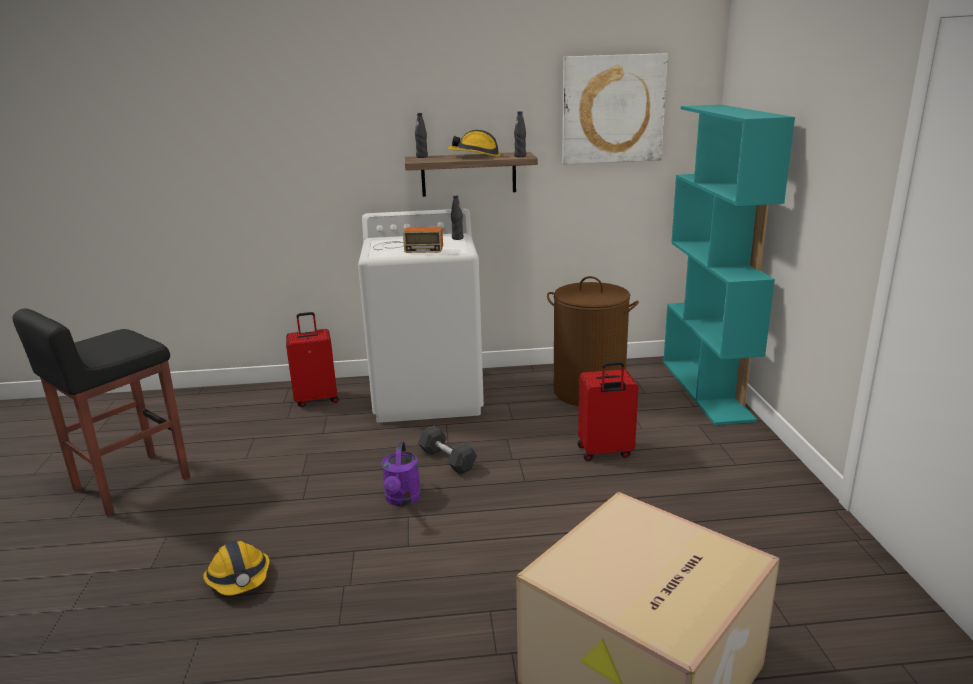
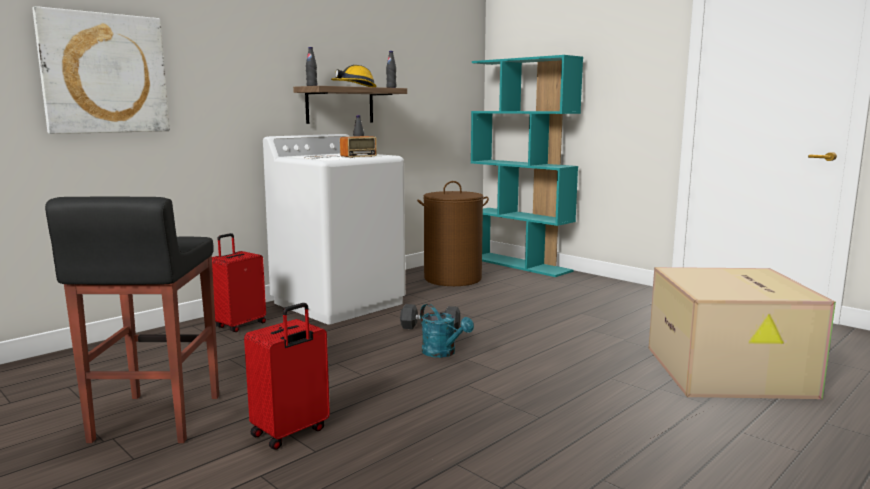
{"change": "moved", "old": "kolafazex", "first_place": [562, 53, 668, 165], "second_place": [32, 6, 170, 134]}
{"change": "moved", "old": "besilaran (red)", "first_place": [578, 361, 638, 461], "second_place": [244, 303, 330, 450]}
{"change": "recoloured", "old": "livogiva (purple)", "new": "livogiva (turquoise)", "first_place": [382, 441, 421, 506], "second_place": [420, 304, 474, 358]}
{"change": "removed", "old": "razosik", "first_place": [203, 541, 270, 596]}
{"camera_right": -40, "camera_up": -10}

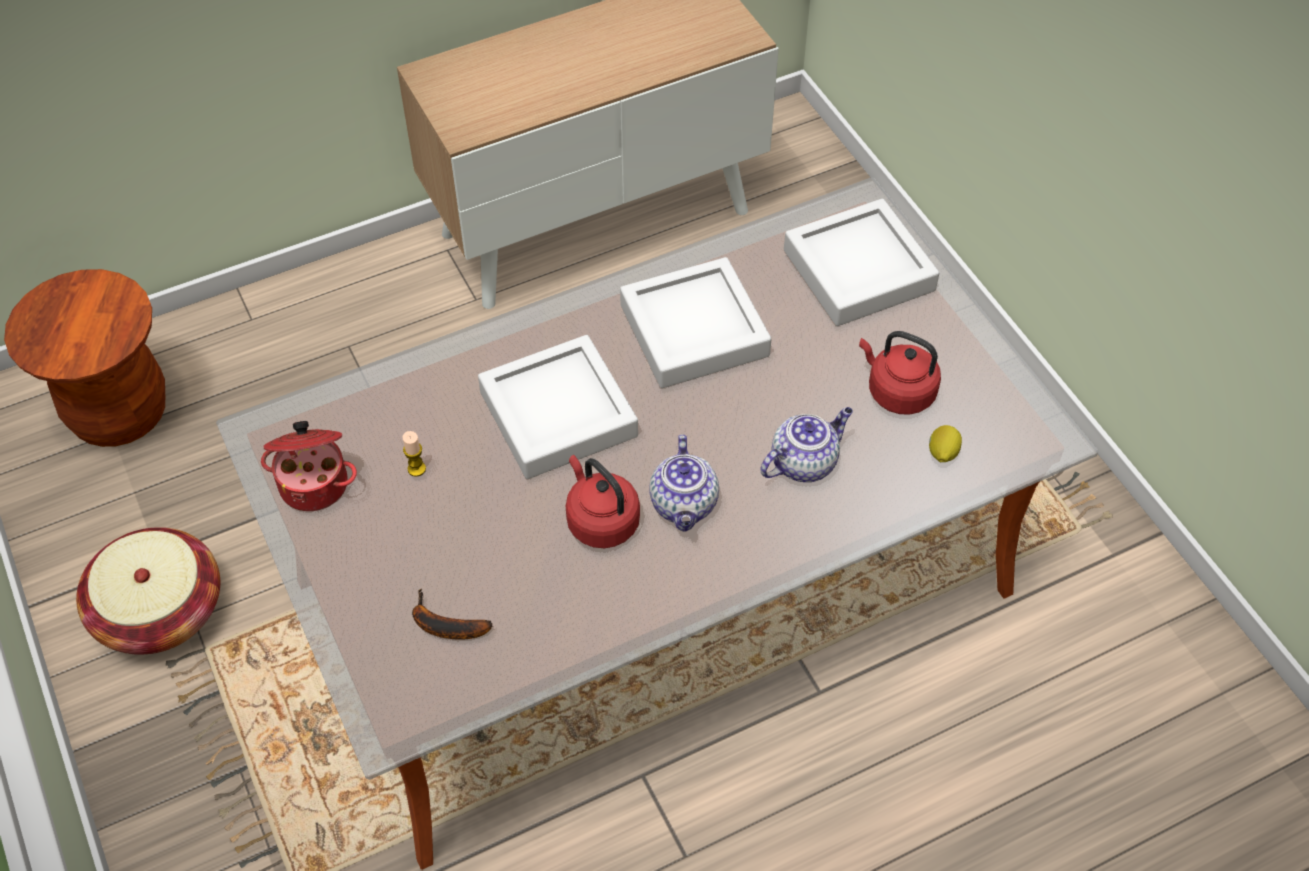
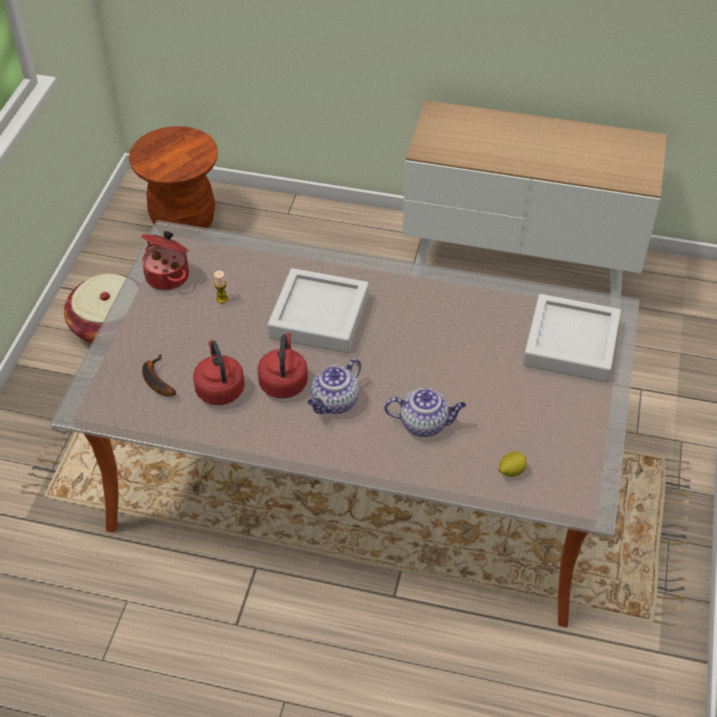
{"change": "removed", "old": "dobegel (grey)", "first_place": [620, 257, 771, 388]}
{"change": "moved", "old": "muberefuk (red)", "first_place": [859, 331, 941, 415], "second_place": [193, 340, 245, 405]}
{"camera_right": 40, "camera_up": -5}

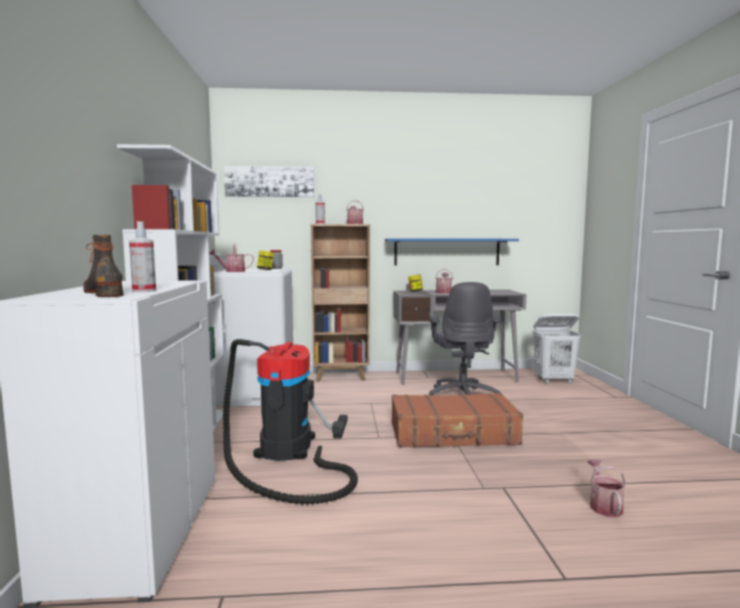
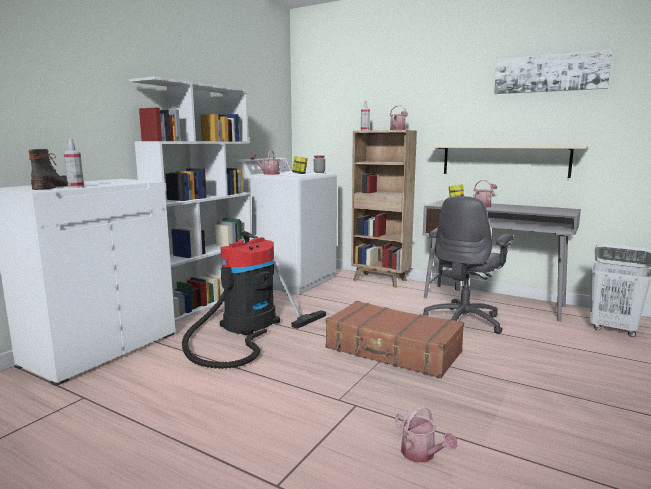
{"change": "moved", "old": "kolafazex", "first_place": [224, 166, 314, 197], "second_place": [494, 49, 613, 94]}
{"change": "recoloured", "old": "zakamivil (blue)", "new": "zakamivil (beige)", "first_place": [385, 239, 519, 266], "second_place": [426, 145, 588, 178]}
{"change": "turned", "old": "livogiva", "first_place": [588, 459, 626, 517], "second_place": [395, 406, 458, 463], "degrees": 105}
{"camera_right": 35, "camera_up": 5}

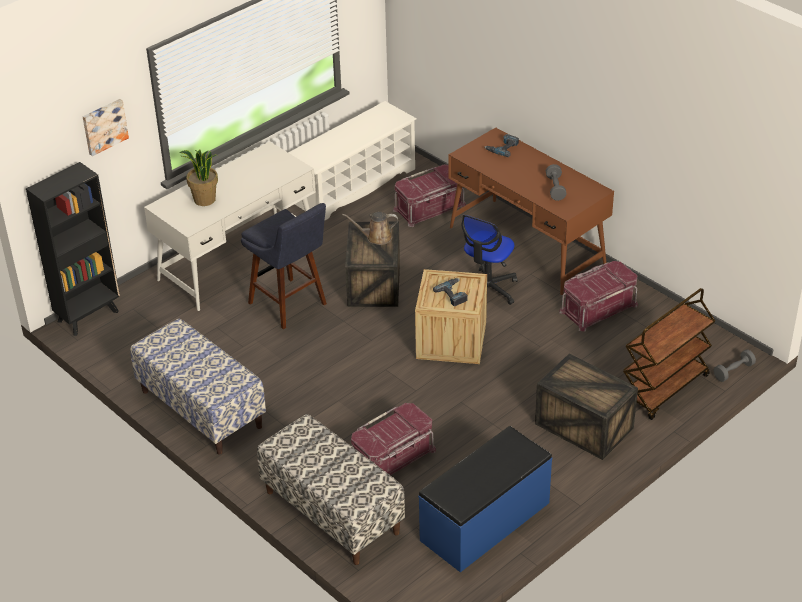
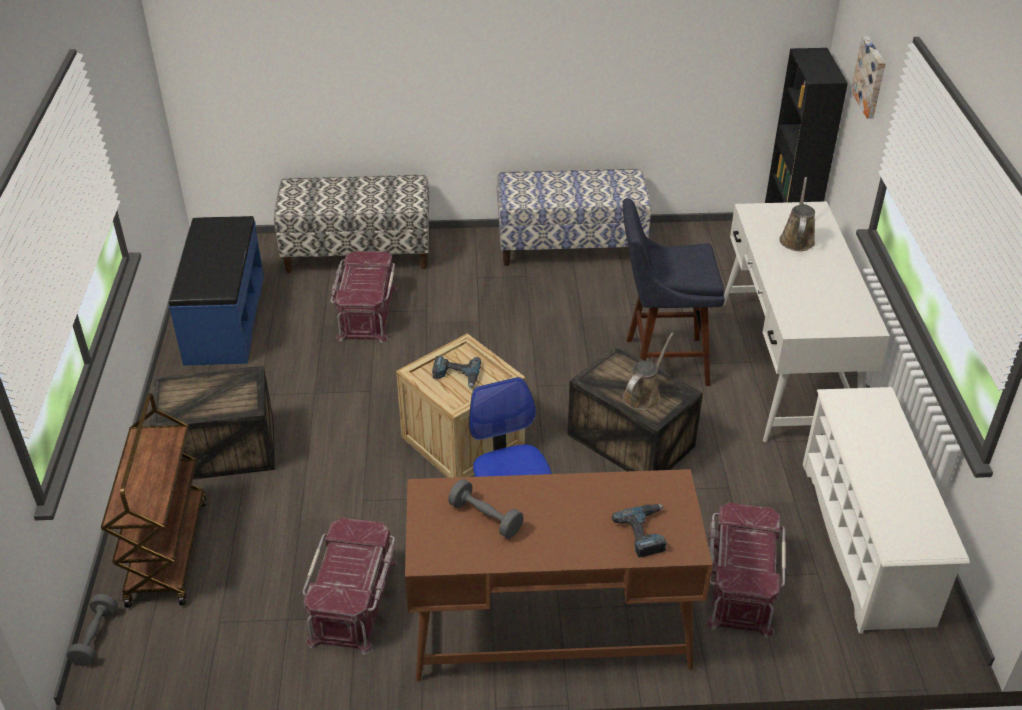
{"change": "replaced", "old": "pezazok", "new": "livogiva (brown)", "first_place": [180, 150, 218, 206], "second_place": [779, 177, 815, 251]}
{"camera_right": 130, "camera_up": 0}

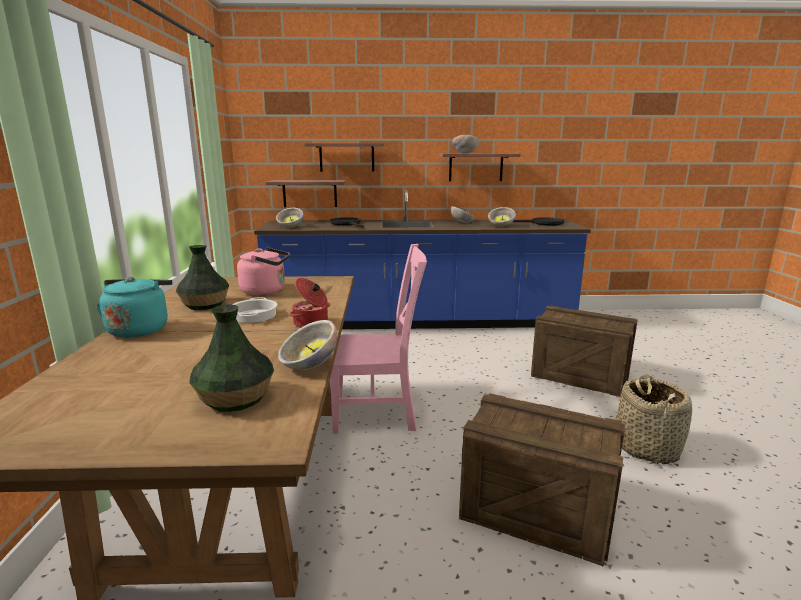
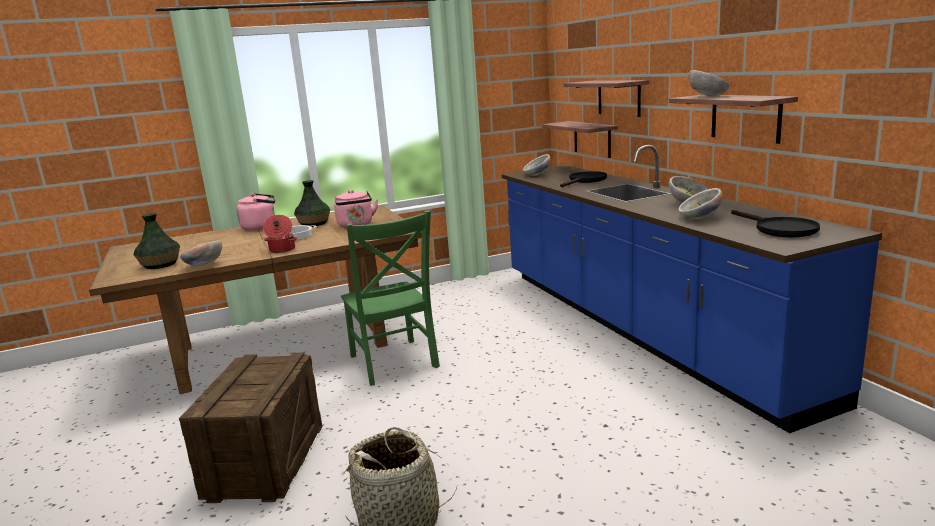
{"change": "recoloured", "old": "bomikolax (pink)", "new": "bomikolax (green)", "first_place": [330, 244, 427, 434], "second_place": [341, 210, 440, 386]}
{"change": "recoloured", "old": "muberefuk (turquoise)", "new": "muberefuk (pink)", "first_place": [97, 277, 172, 338], "second_place": [237, 193, 275, 230]}
{"change": "removed", "old": "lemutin", "first_place": [531, 306, 638, 397]}
{"camera_right": 70, "camera_up": 0}

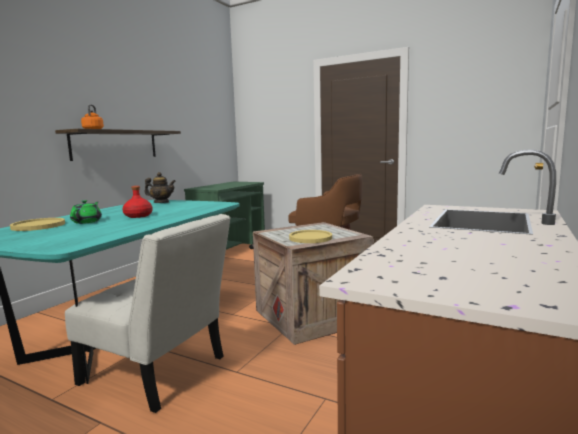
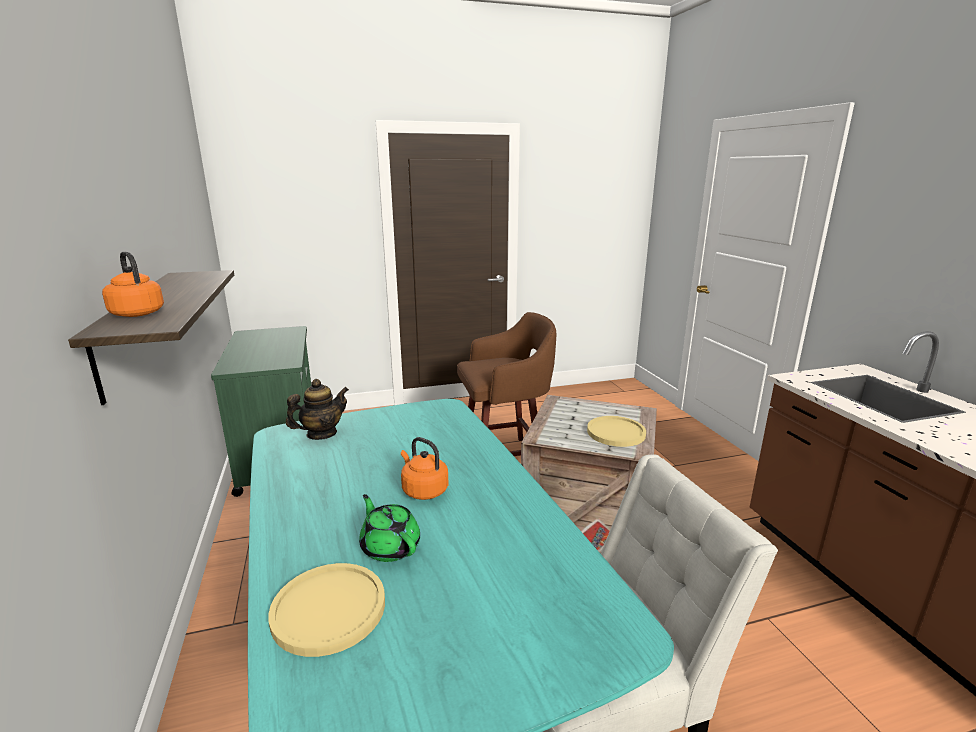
{"change": "replaced", "old": "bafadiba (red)", "new": "muberefuk (orange)", "first_place": [123, 186, 153, 218], "second_place": [401, 437, 449, 500]}
{"camera_right": -45, "camera_up": 10}

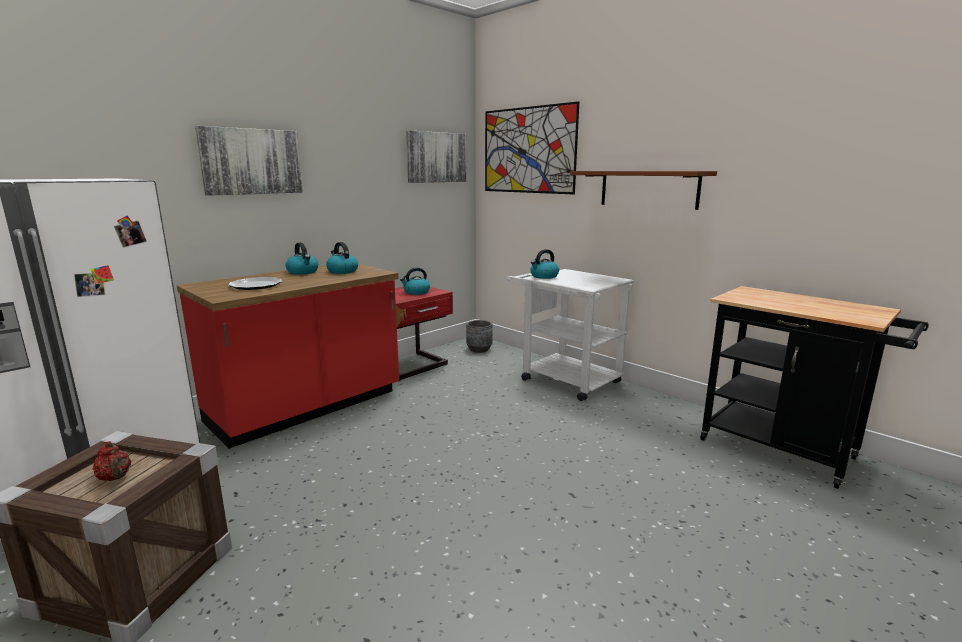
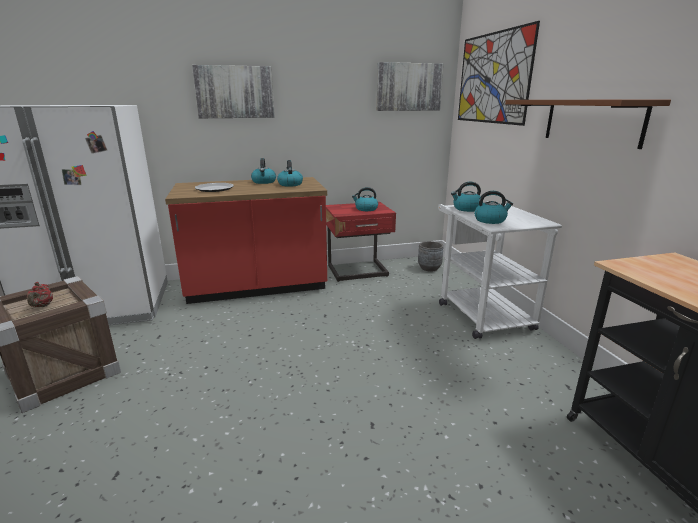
{"change": "added", "new": "muberefuk", "second_place": [474, 191, 513, 224]}
{"camera_right": 30, "camera_up": 5}

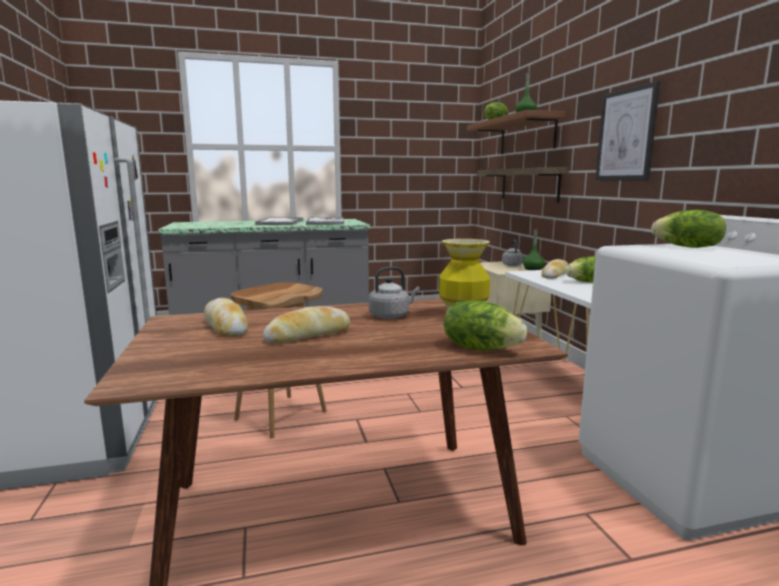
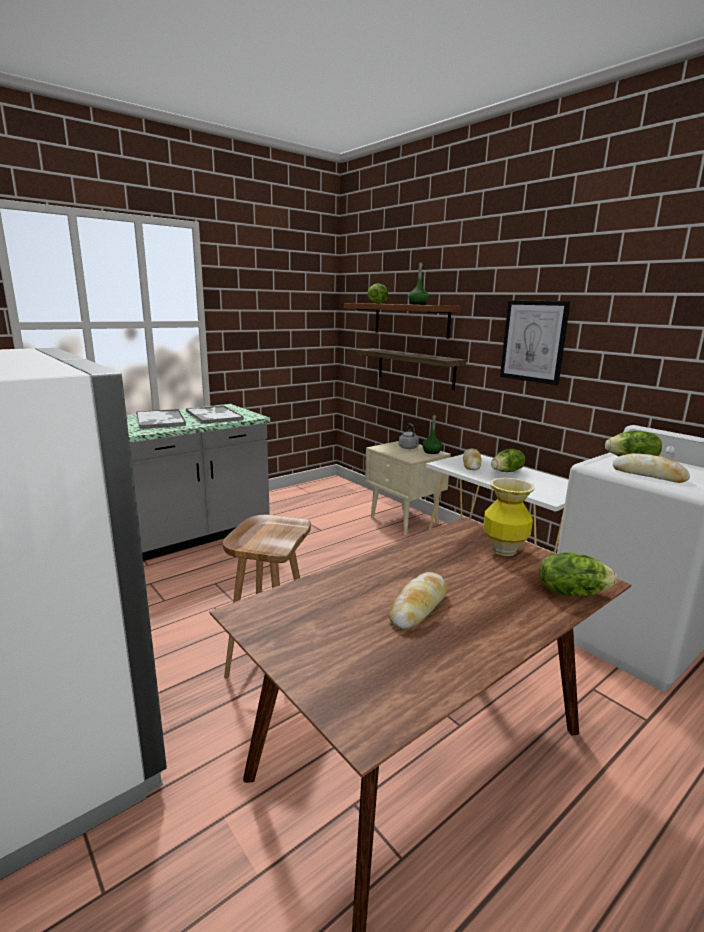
{"change": "removed", "old": "muberefuk (grey)", "first_place": [369, 267, 420, 319]}
{"change": "moved", "old": "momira", "first_place": [204, 298, 248, 337], "second_place": [613, 453, 690, 483]}
{"camera_right": -25, "camera_up": 5}

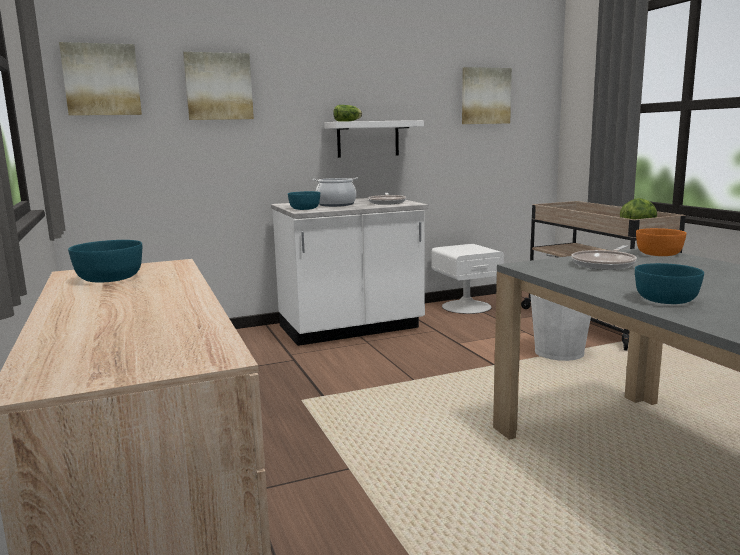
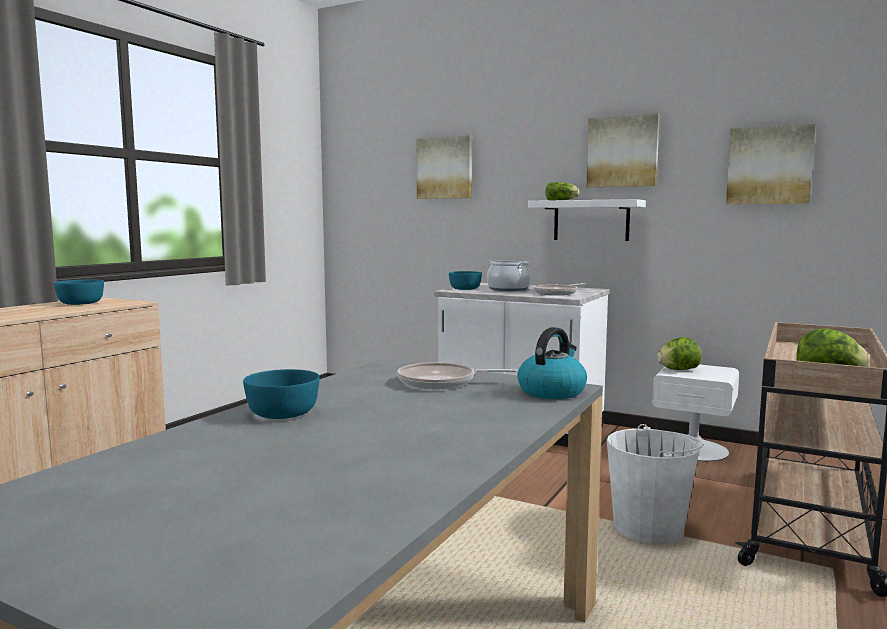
{"change": "moved", "old": "kolafazex", "first_place": [59, 42, 142, 116], "second_place": [586, 113, 660, 188]}
{"change": "replaced", "old": "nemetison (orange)", "new": "muberefuk", "first_place": [636, 228, 687, 256], "second_place": [517, 327, 587, 399]}
{"change": "added", "new": "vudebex", "second_place": [657, 337, 702, 370]}
{"camera_right": 50, "camera_up": -5}

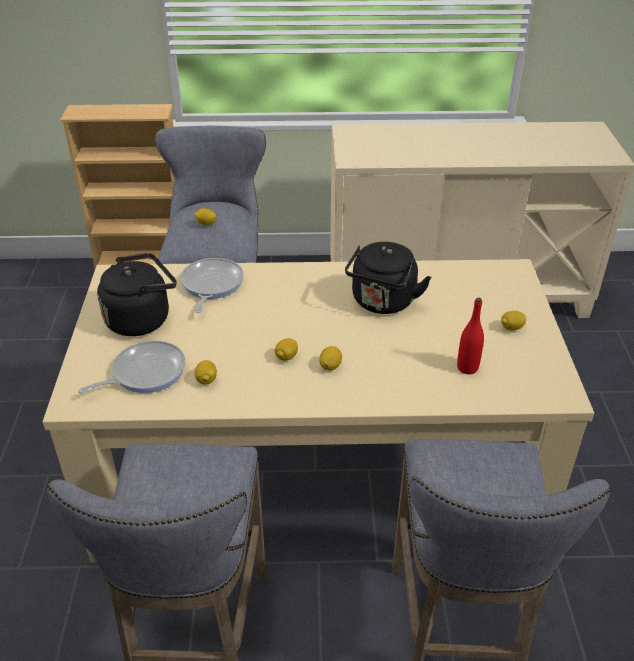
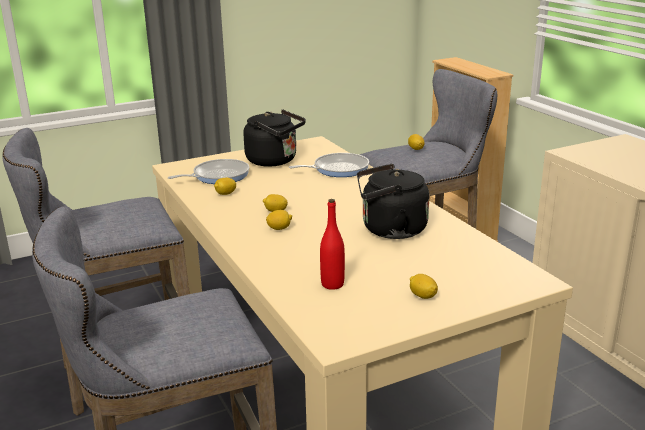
{"change": "turned", "old": "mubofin", "first_place": [78, 340, 185, 394], "second_place": [168, 159, 249, 184], "degrees": -60}
{"camera_right": 65, "camera_up": -15}

